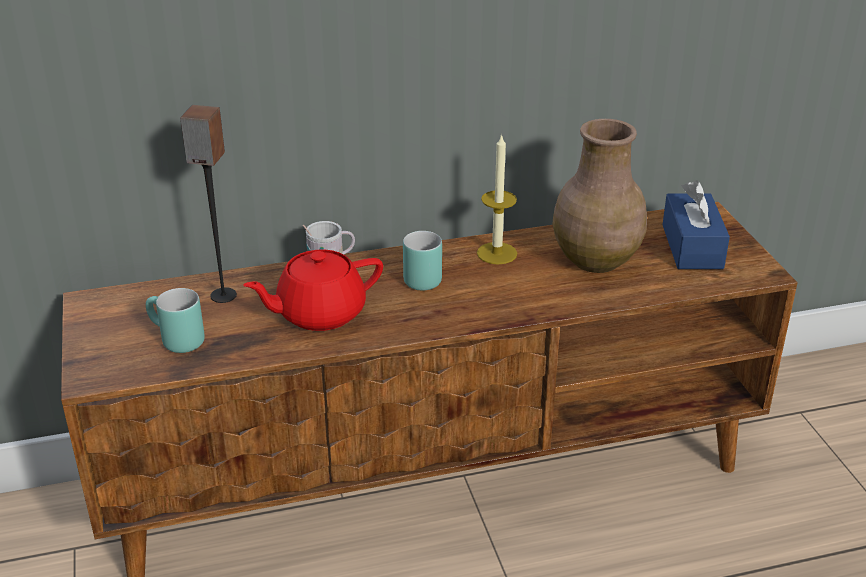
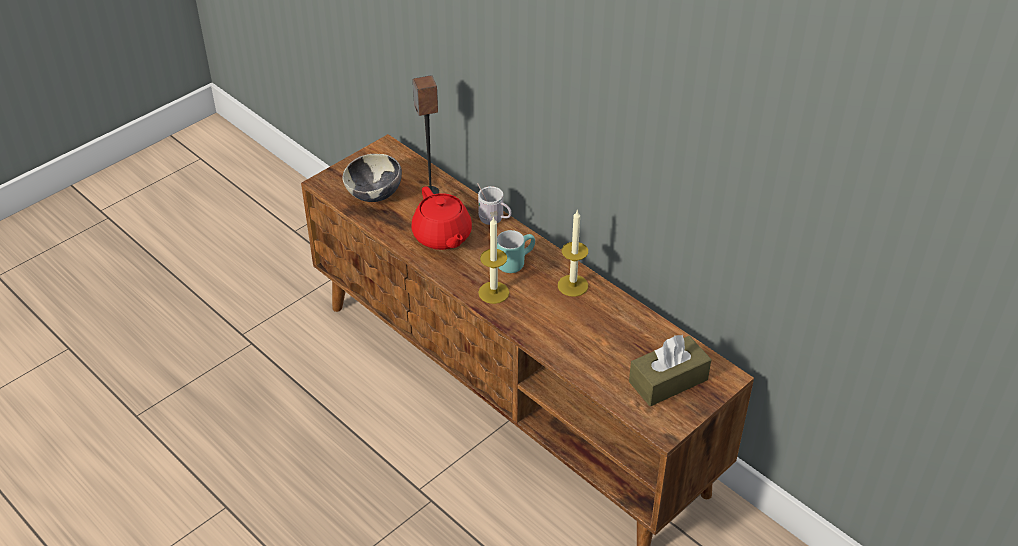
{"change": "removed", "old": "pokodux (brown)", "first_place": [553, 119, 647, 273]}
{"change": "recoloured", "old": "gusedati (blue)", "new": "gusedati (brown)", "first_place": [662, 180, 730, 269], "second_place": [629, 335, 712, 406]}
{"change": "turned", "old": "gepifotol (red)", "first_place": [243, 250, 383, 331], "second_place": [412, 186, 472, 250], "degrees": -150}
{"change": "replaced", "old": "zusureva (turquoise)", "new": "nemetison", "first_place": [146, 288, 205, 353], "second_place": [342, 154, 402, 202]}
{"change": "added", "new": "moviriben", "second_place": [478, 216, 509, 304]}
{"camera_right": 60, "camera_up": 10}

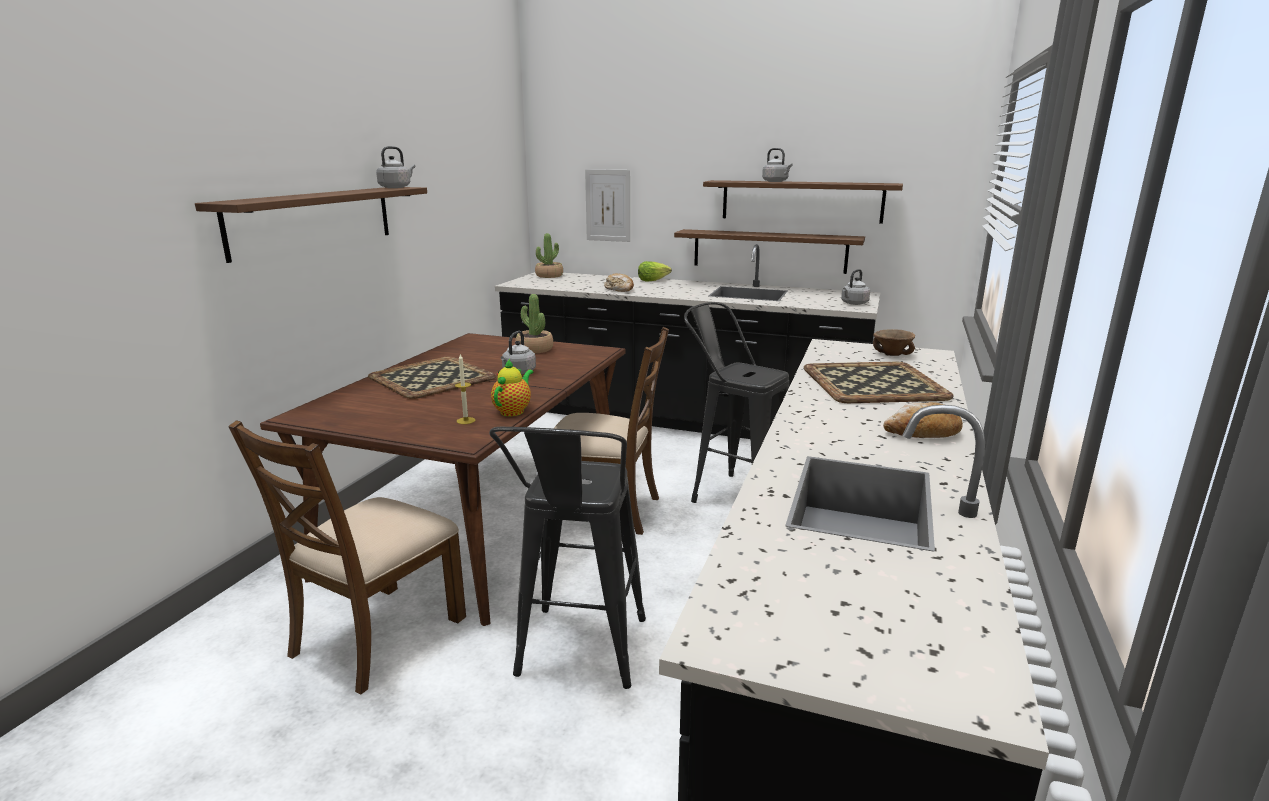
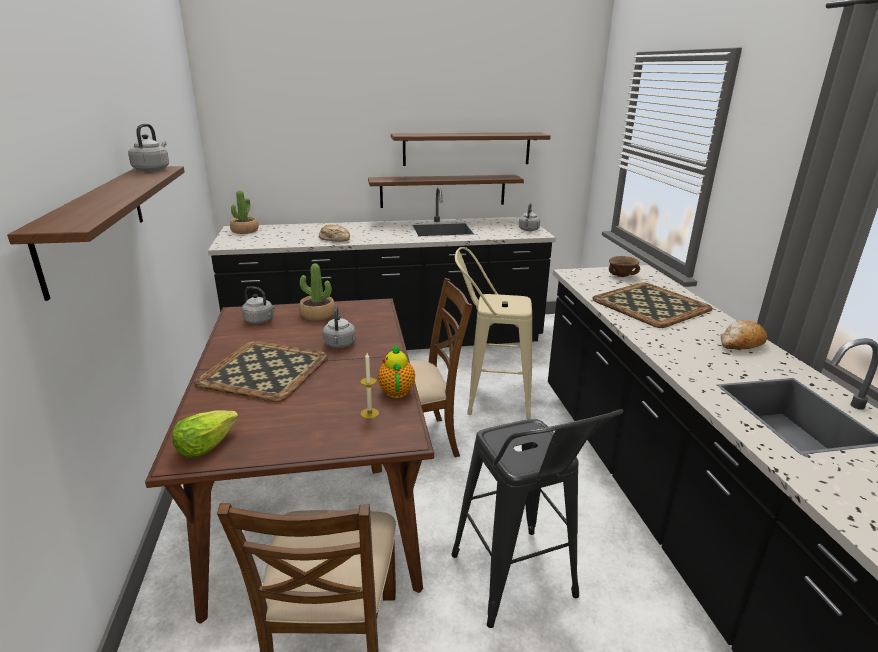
{"change": "moved", "old": "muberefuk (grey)", "first_place": [762, 148, 793, 182], "second_place": [242, 286, 277, 324]}
{"change": "removed", "old": "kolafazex", "first_place": [585, 169, 630, 242]}
{"change": "moved", "old": "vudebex", "first_place": [638, 261, 672, 282], "second_place": [172, 410, 239, 457]}
{"change": "recoloured", "old": "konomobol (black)", "new": "konomobol (beige)", "first_place": [684, 302, 789, 503], "second_place": [455, 247, 532, 419]}
{"camera_right": -30, "camera_up": 5}

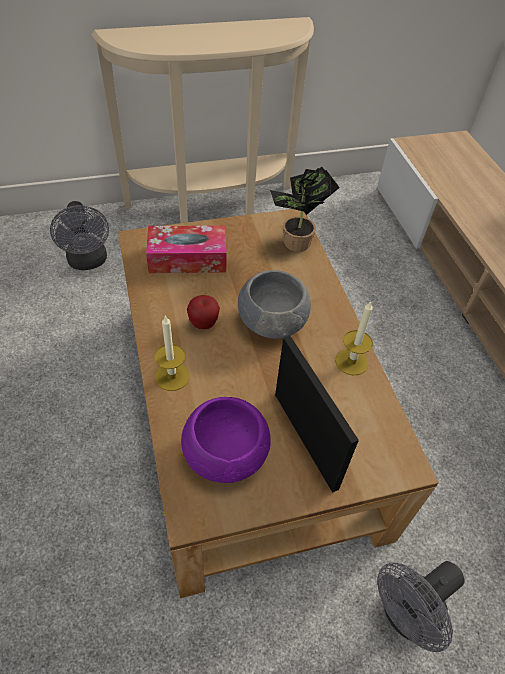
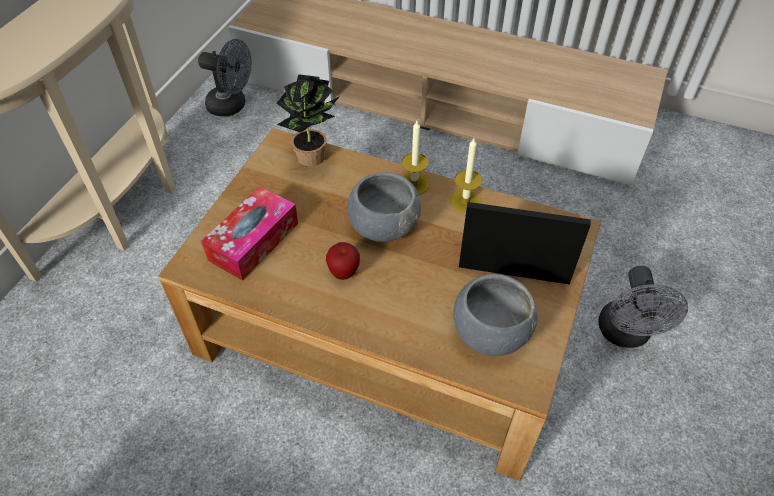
{"change": "moved", "old": "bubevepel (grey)", "first_place": [50, 201, 109, 270], "second_place": [198, 39, 251, 116]}
{"change": "moved", "old": "moviriben", "first_place": [155, 315, 190, 391], "second_place": [402, 121, 430, 195]}
{"change": "recoloured", "old": "nemetison (purple)", "new": "nemetison (grey)", "first_place": [181, 397, 271, 483], "second_place": [453, 274, 538, 356]}
{"camera_right": -50, "camera_up": 0}

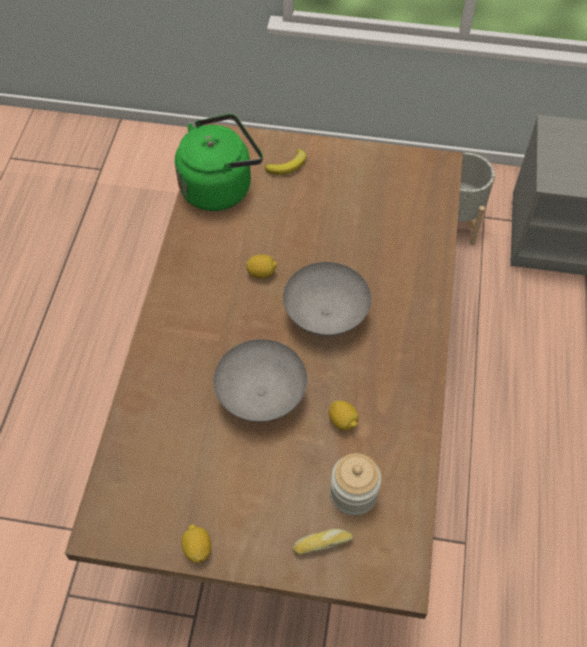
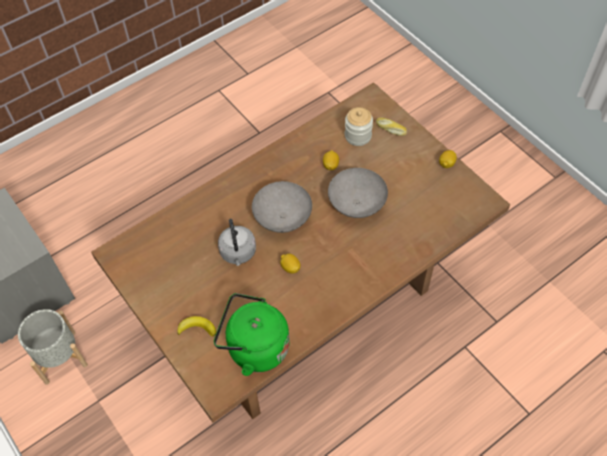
{"change": "added", "new": "muberefuk (grey)", "second_place": [218, 219, 256, 266]}
{"camera_right": -135, "camera_up": 0}

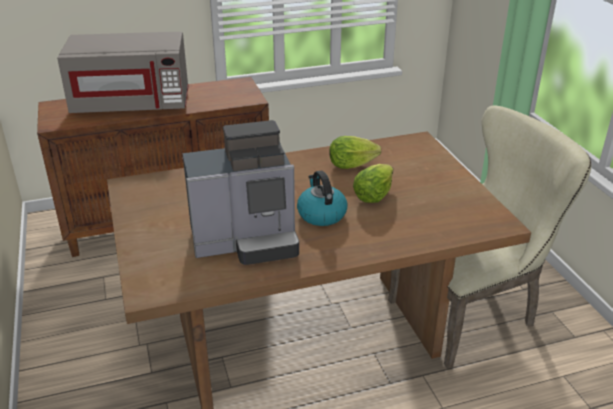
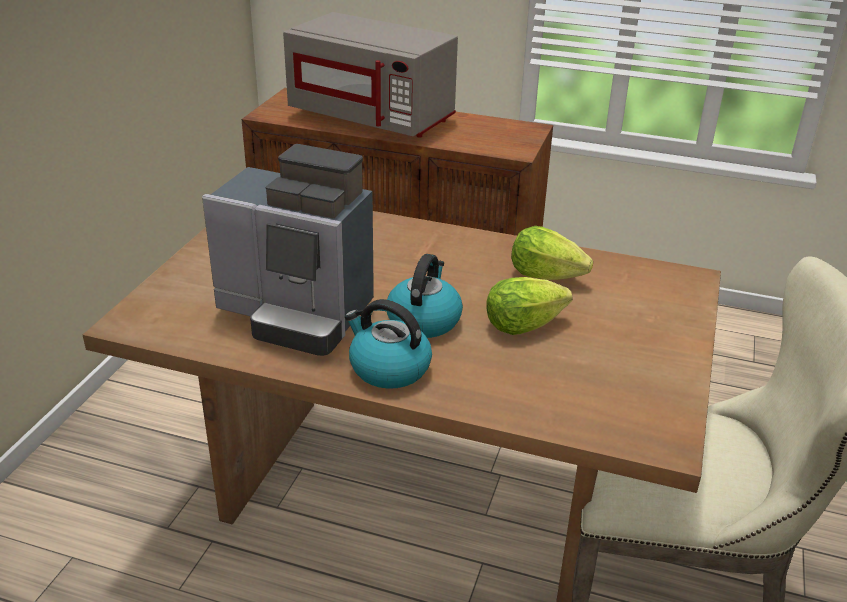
{"change": "added", "new": "muberefuk", "second_place": [345, 299, 432, 389]}
{"camera_right": 35, "camera_up": 0}

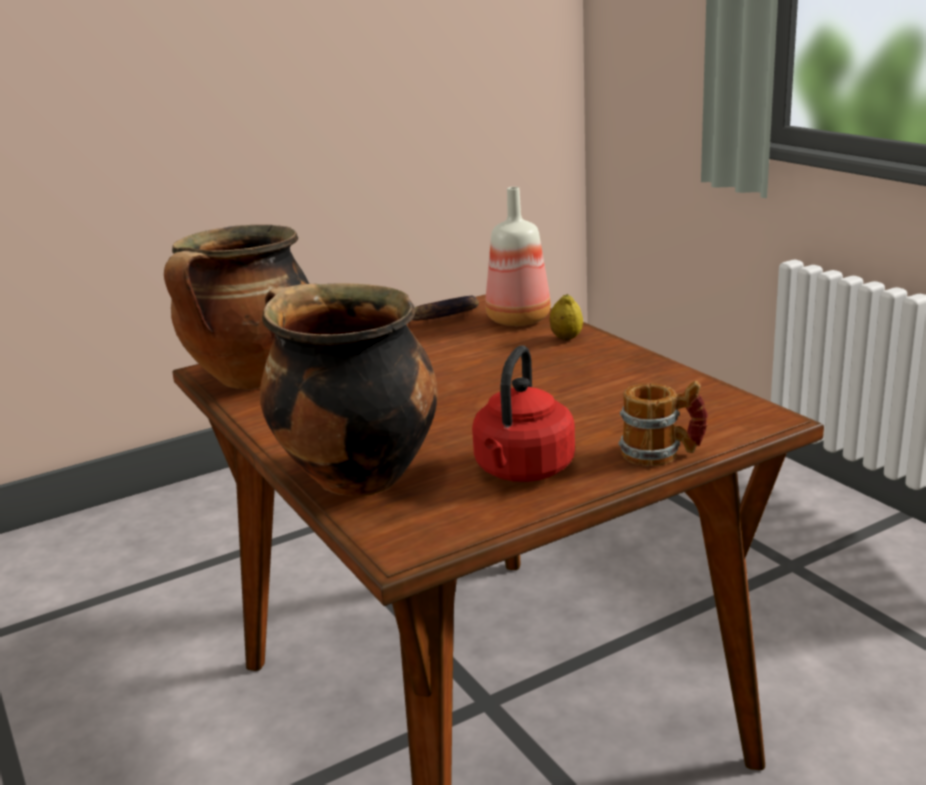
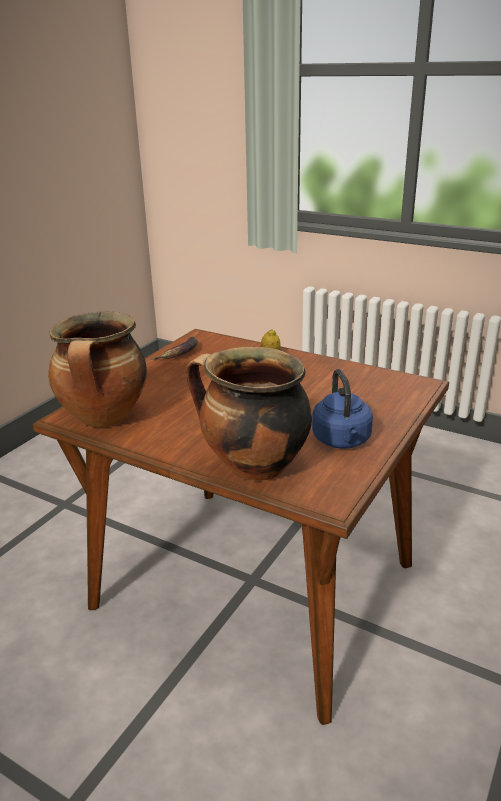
{"change": "removed", "old": "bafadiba", "first_place": [485, 187, 551, 326]}
{"change": "recoloured", "old": "muberefuk (red)", "new": "muberefuk (blue)", "first_place": [472, 345, 575, 482], "second_place": [312, 369, 373, 449]}
{"change": "removed", "old": "zusureva", "first_place": [618, 381, 708, 466]}
{"camera_right": -30, "camera_up": 5}

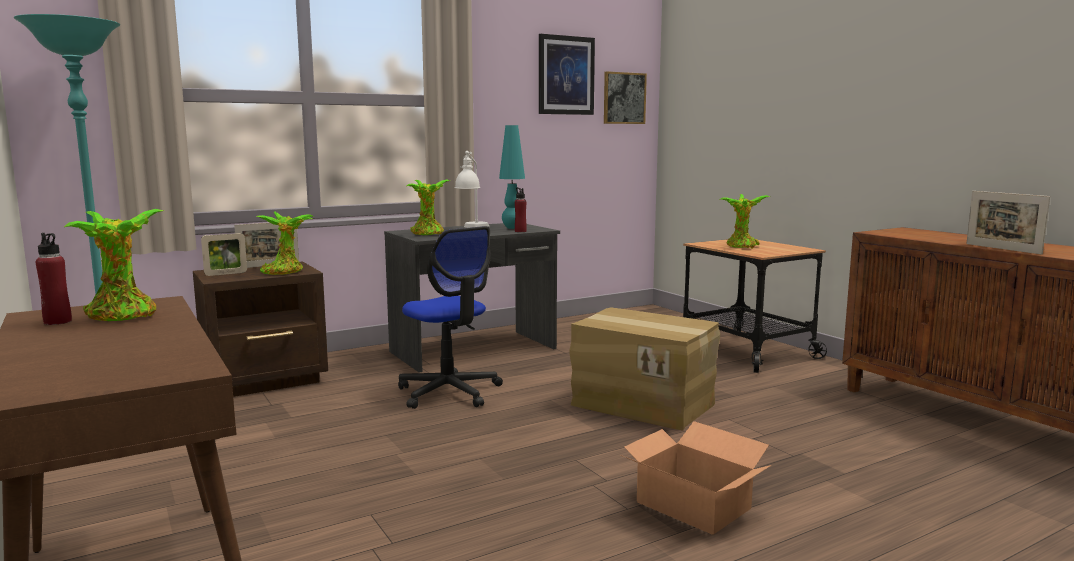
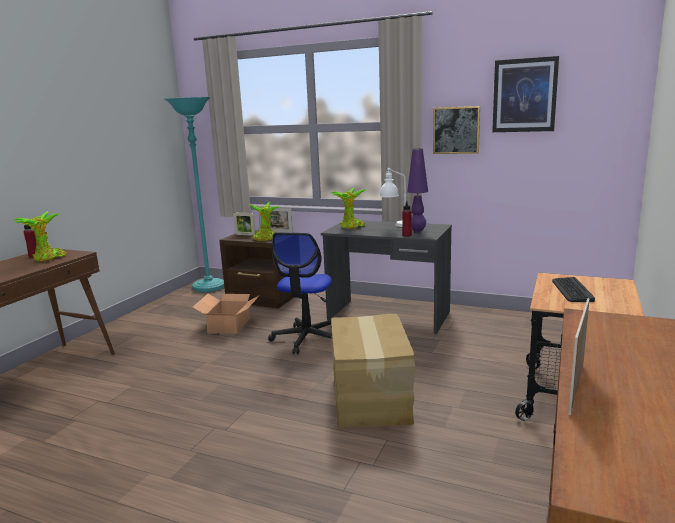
{"change": "moved", "old": "kolafazex", "first_place": [604, 71, 647, 124], "second_place": [433, 106, 480, 154]}
{"change": "recoloured", "old": "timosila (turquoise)", "new": "timosila (purple)", "first_place": [499, 125, 525, 229], "second_place": [407, 149, 428, 232]}
{"change": "replaced", "old": "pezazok", "new": "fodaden", "first_place": [719, 194, 770, 249], "second_place": [552, 277, 595, 302]}
{"change": "moved", "old": "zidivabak", "first_place": [621, 421, 771, 535], "second_place": [193, 294, 260, 333]}
{"camera_right": 55, "camera_up": 5}

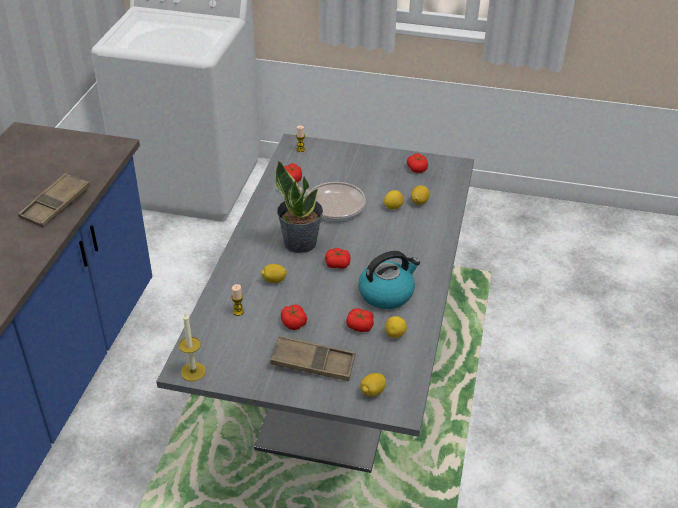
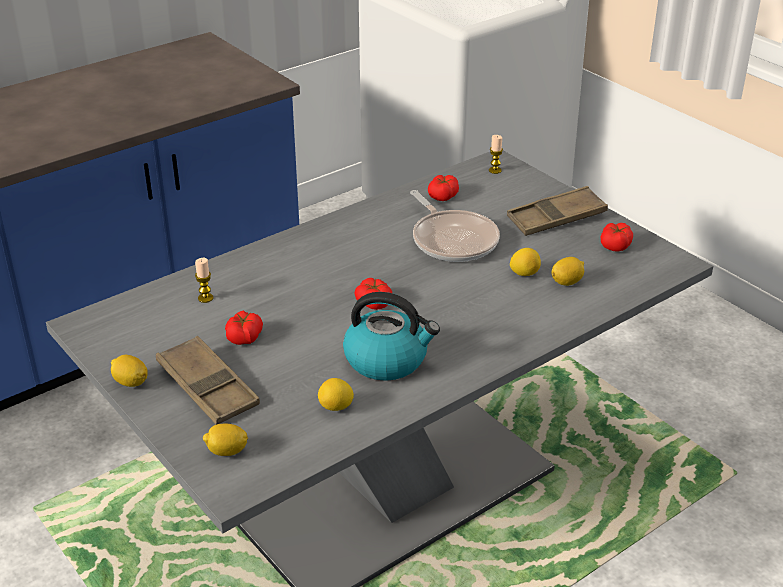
{"change": "removed", "old": "pezazok", "first_place": [275, 161, 323, 253]}
{"change": "moved", "old": "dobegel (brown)", "first_place": [18, 173, 90, 227], "second_place": [507, 186, 608, 236]}
{"change": "moved", "old": "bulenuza", "first_place": [261, 264, 287, 283], "second_place": [111, 355, 148, 387]}
{"change": "removed", "old": "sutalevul", "first_place": [346, 308, 374, 332]}
{"change": "removed", "old": "moviriben", "first_place": [179, 313, 206, 381]}
{"camera_right": 40, "camera_up": -5}

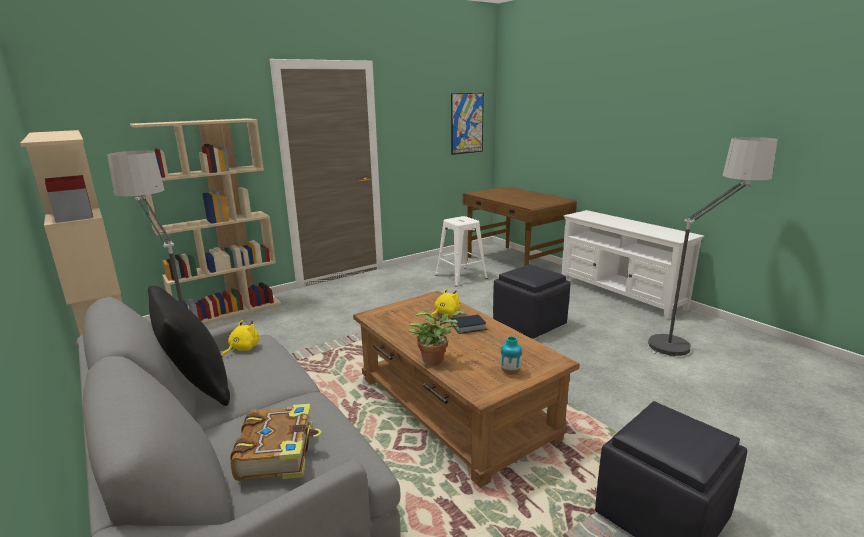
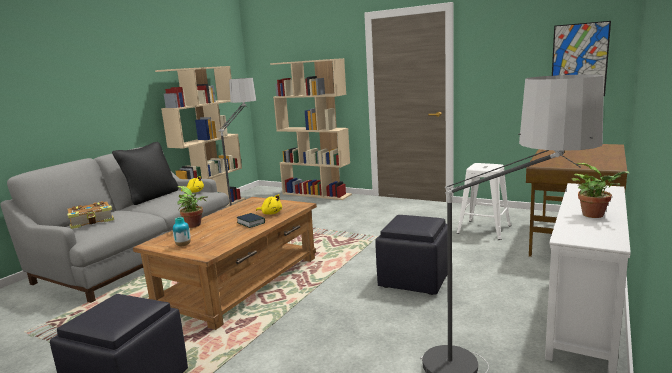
{"change": "added", "new": "pezazok", "second_place": [571, 163, 630, 218]}
{"camera_right": 65, "camera_up": -5}

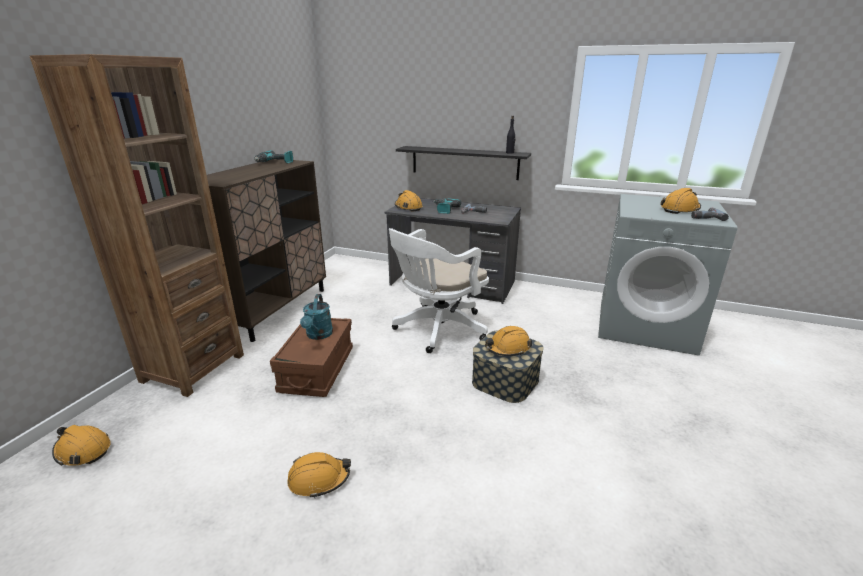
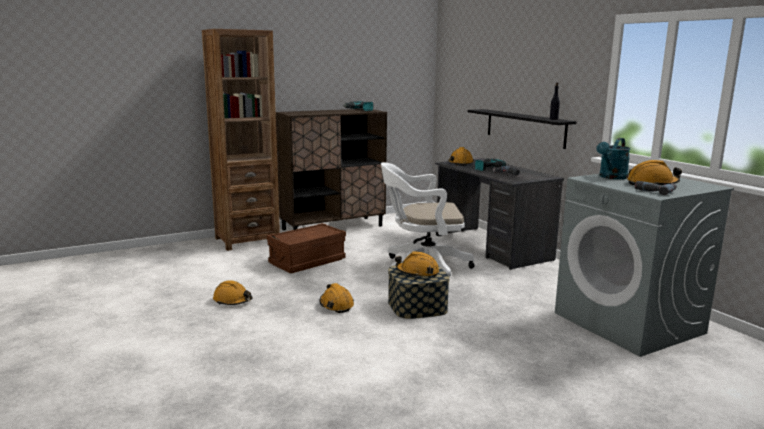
{"change": "moved", "old": "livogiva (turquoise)", "first_place": [300, 294, 333, 340], "second_place": [596, 138, 630, 179]}
{"change": "moved", "old": "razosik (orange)", "first_place": [52, 425, 111, 466], "second_place": [319, 283, 354, 313]}
{"camera_right": 40, "camera_up": -10}

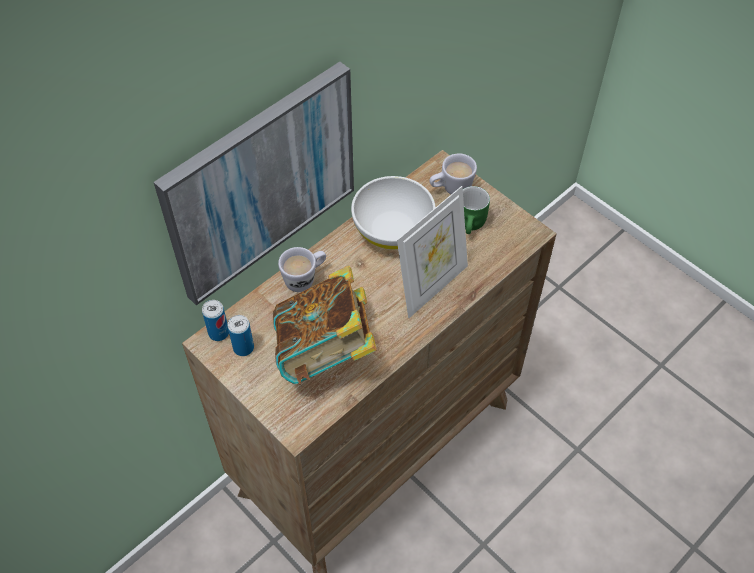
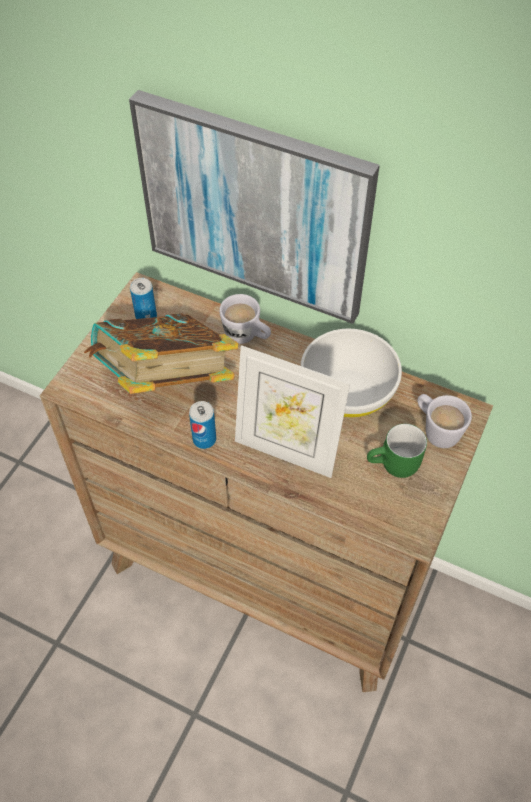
{"change": "moved", "old": "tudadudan", "first_place": [202, 300, 229, 341], "second_place": [189, 401, 216, 449]}
{"camera_right": 70, "camera_up": 0}

